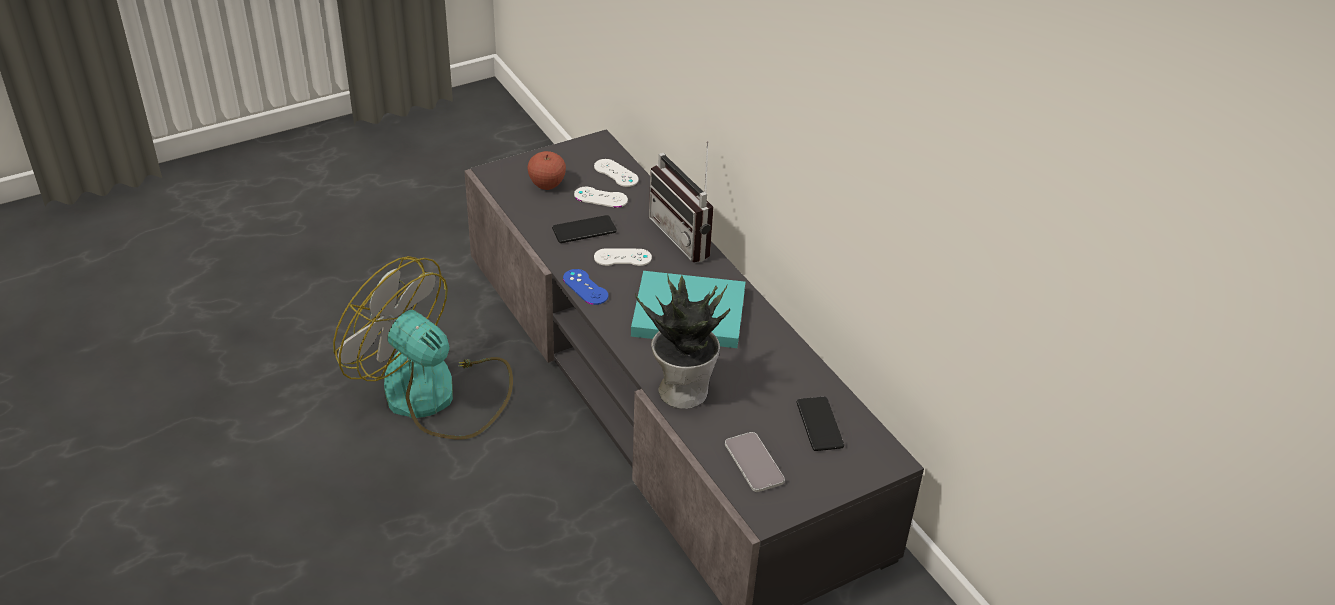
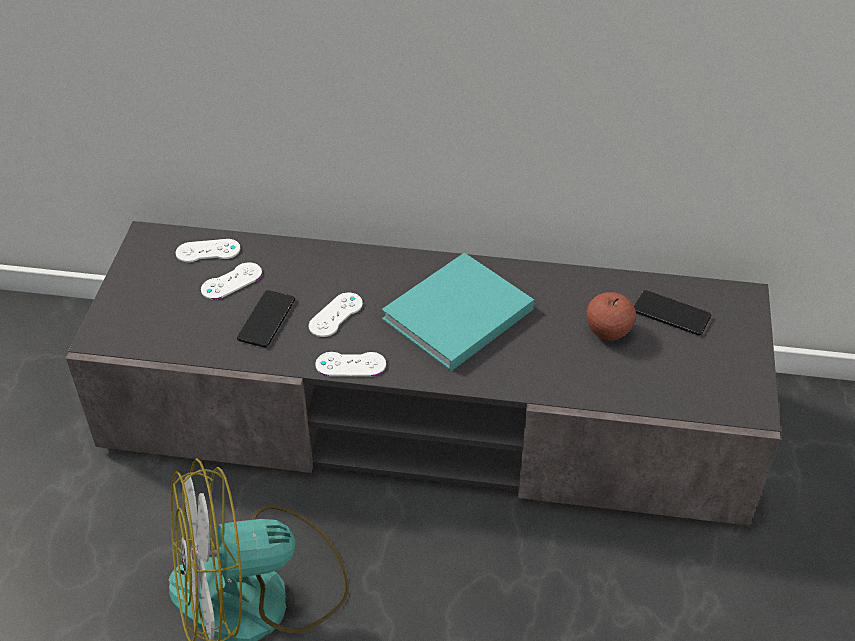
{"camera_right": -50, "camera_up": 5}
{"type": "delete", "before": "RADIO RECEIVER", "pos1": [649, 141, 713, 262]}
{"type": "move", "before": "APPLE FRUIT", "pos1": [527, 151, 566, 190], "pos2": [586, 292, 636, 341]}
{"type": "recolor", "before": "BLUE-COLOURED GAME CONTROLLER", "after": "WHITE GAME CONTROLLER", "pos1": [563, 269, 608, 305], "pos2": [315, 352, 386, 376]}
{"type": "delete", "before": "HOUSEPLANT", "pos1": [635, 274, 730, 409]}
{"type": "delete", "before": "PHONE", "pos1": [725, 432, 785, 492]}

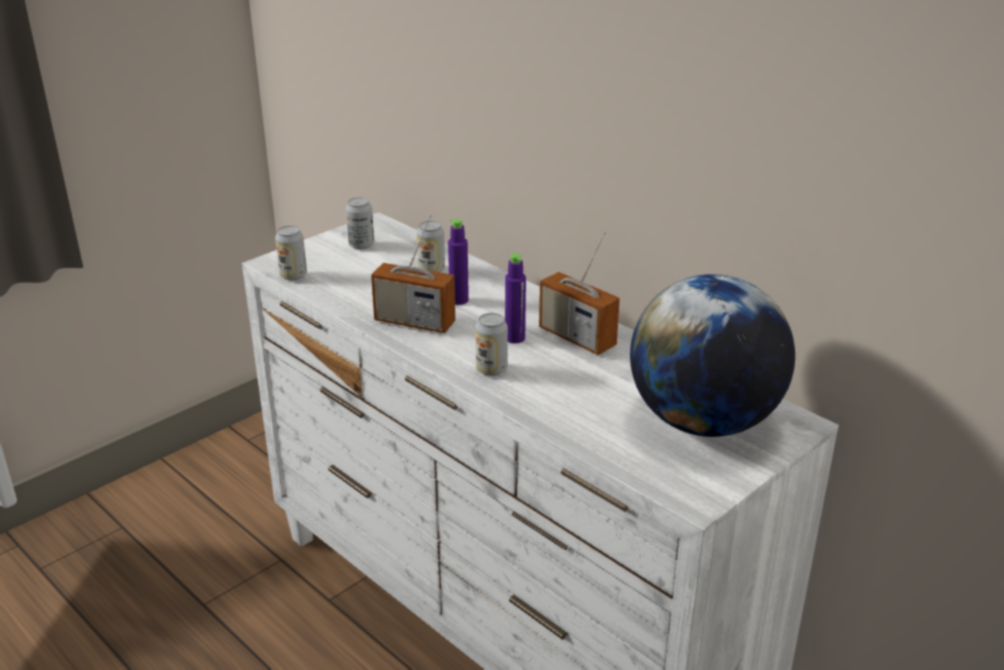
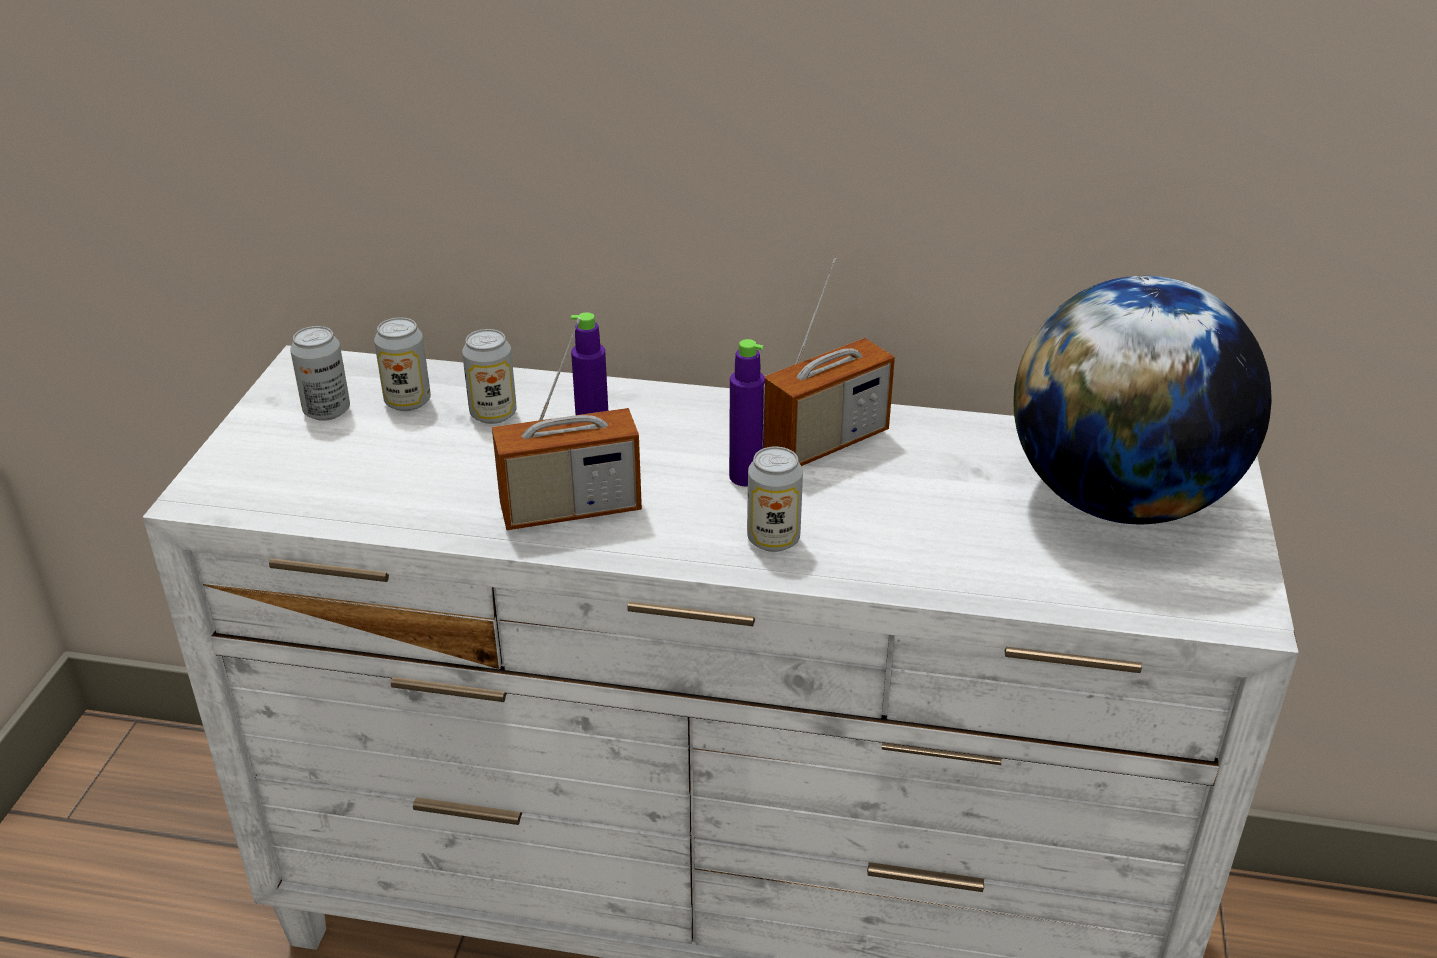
{"camera_right": -35, "camera_up": 5}
{"type": "move", "before": "CAN", "pos1": [275, 225, 307, 280], "pos2": [374, 317, 431, 411]}
{"type": "rotate", "before": "RADIO RECEIVER", "pos1": [539, 232, 620, 355], "pos2": [764, 258, 895, 466], "turn": -45}

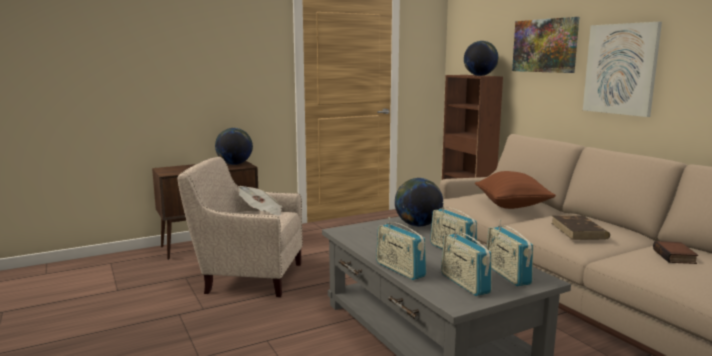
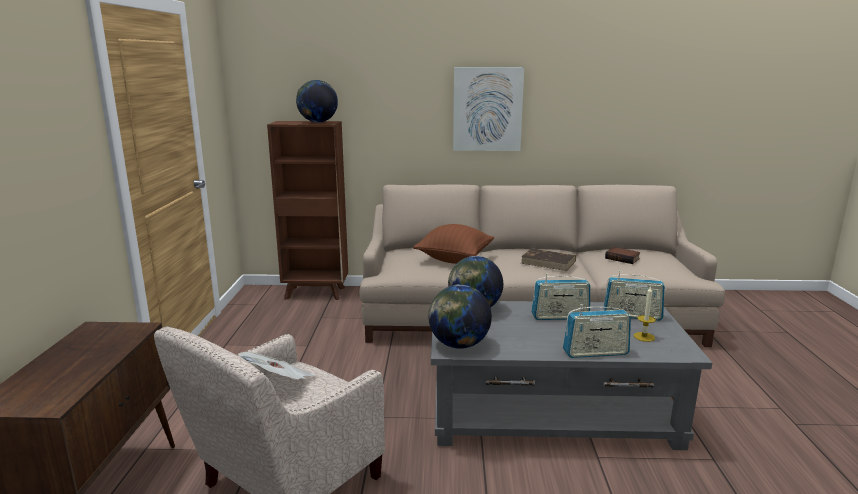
{"camera_right": -60, "camera_up": 5}
{"type": "delete", "before": "WALL PICTURE", "pos1": [512, 17, 579, 73]}
{"type": "move", "before": "DESK GLOBE", "pos1": [215, 128, 253, 165], "pos2": [428, 285, 492, 349]}
{"type": "replace", "before": "RADIO RECEIVER", "after": "WAX CANDLE", "pos1": [441, 226, 492, 296], "pos2": [634, 286, 656, 342]}

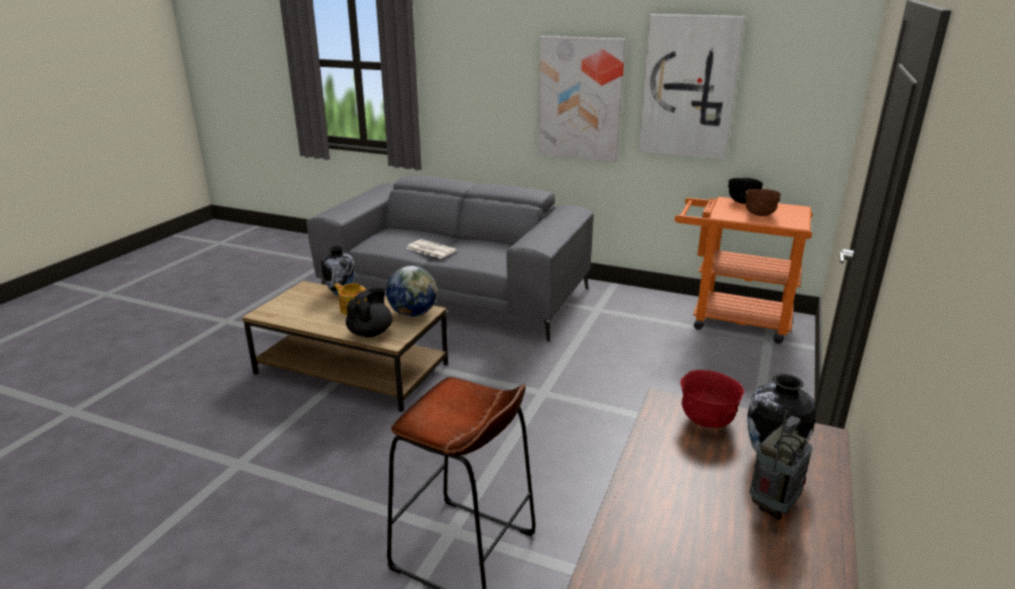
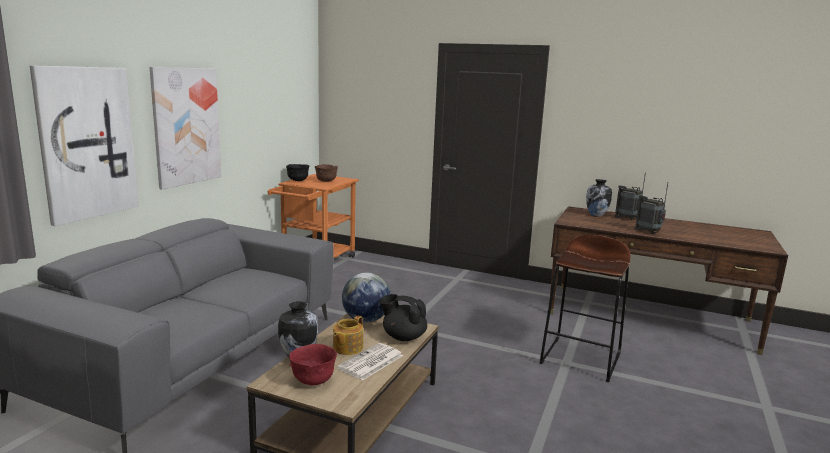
{"camera_right": -90, "camera_up": -10}
{"type": "move", "before": "WALL PICTURE", "pos1": [639, 14, 745, 160], "pos2": [30, 65, 139, 226]}
{"type": "move", "before": "DAILY PAPER", "pos1": [406, 239, 457, 259], "pos2": [337, 343, 403, 380]}
{"type": "move", "before": "RED-COLOURED BOWL", "pos1": [680, 370, 744, 428], "pos2": [289, 344, 337, 385]}
{"type": "insert", "after": "RADIO RECEIVER", "pos2": [634, 183, 668, 234]}

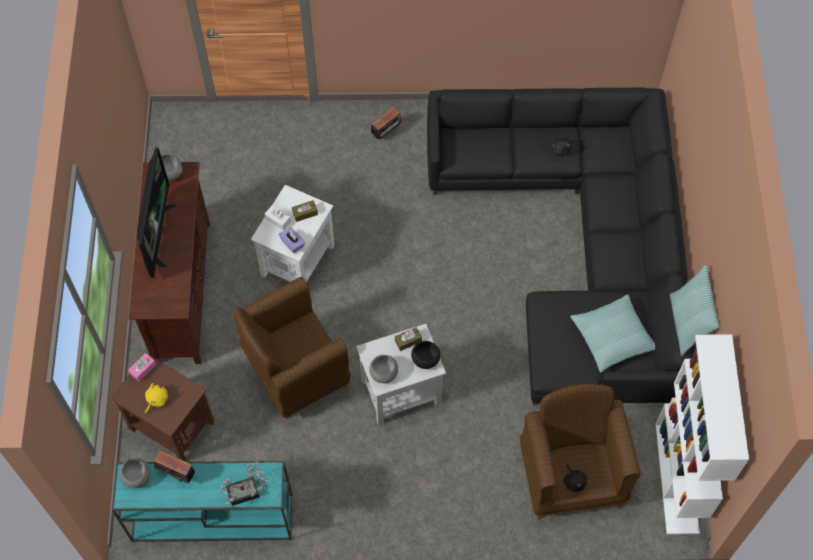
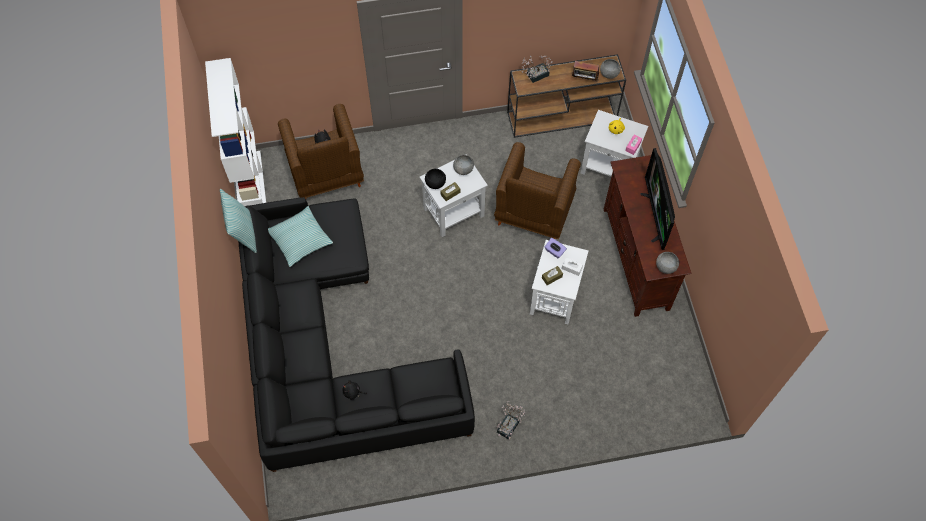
{"camera_right": 170, "camera_up": 0}
{"type": "replace", "before": "RADIO RECEIVER", "after": "HOUSEPLANT", "pos1": [371, 106, 401, 139], "pos2": [497, 401, 525, 439]}
{"type": "rotate", "before": "BROWN ARMCHAIR", "pos1": [234, 277, 351, 419], "pos2": [494, 142, 581, 239], "turn": 150}
{"type": "recolor", "before": "BROWN SIDE TABLE", "after": "WHITE SIDE TABLE", "pos1": [110, 353, 214, 461], "pos2": [581, 110, 648, 177]}
{"type": "recolor", "before": "BLUE-GREEN NARROW TABLE", "after": "BROWN NARROW TABLE", "pos1": [112, 461, 292, 542], "pos2": [507, 54, 626, 138]}

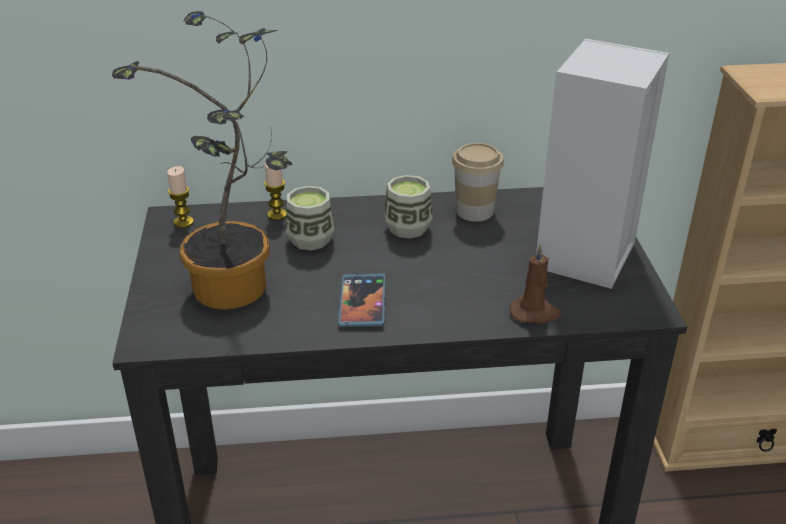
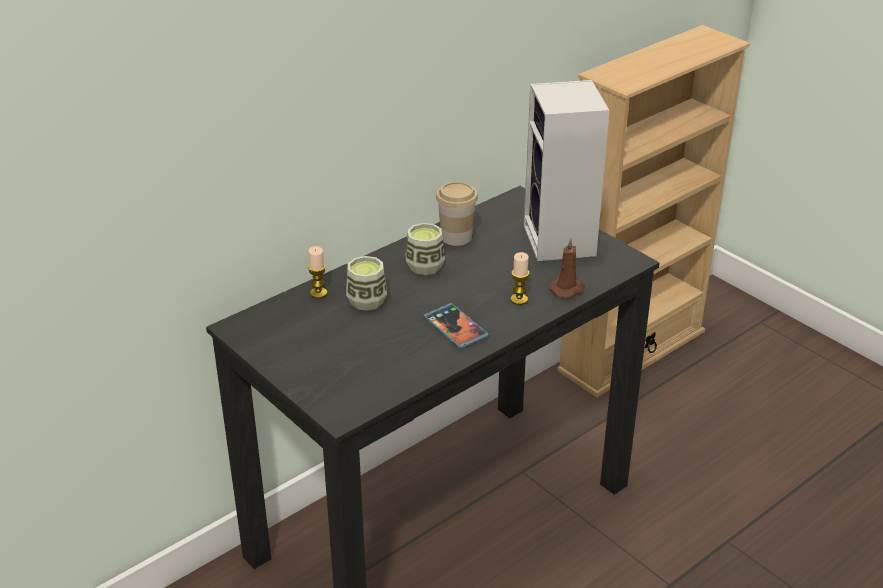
{"camera_right": -35, "camera_up": 0}
{"type": "delete", "before": "HOUSEPLANT", "pos1": [112, 11, 293, 310]}
{"type": "move", "before": "WAX CANDLE", "pos1": [167, 166, 194, 228], "pos2": [511, 252, 530, 305]}

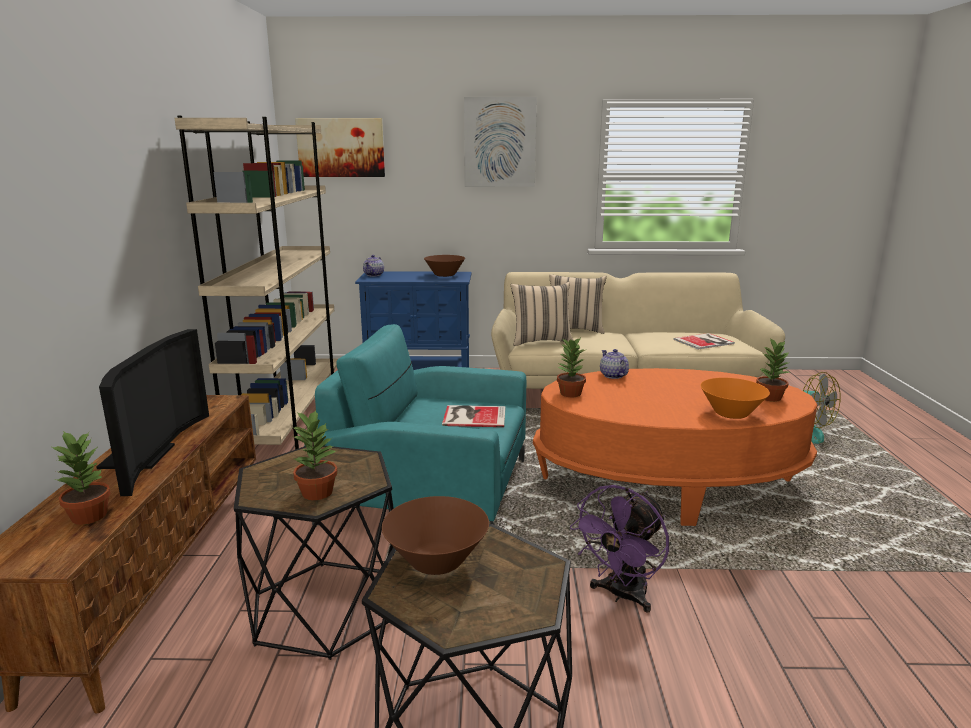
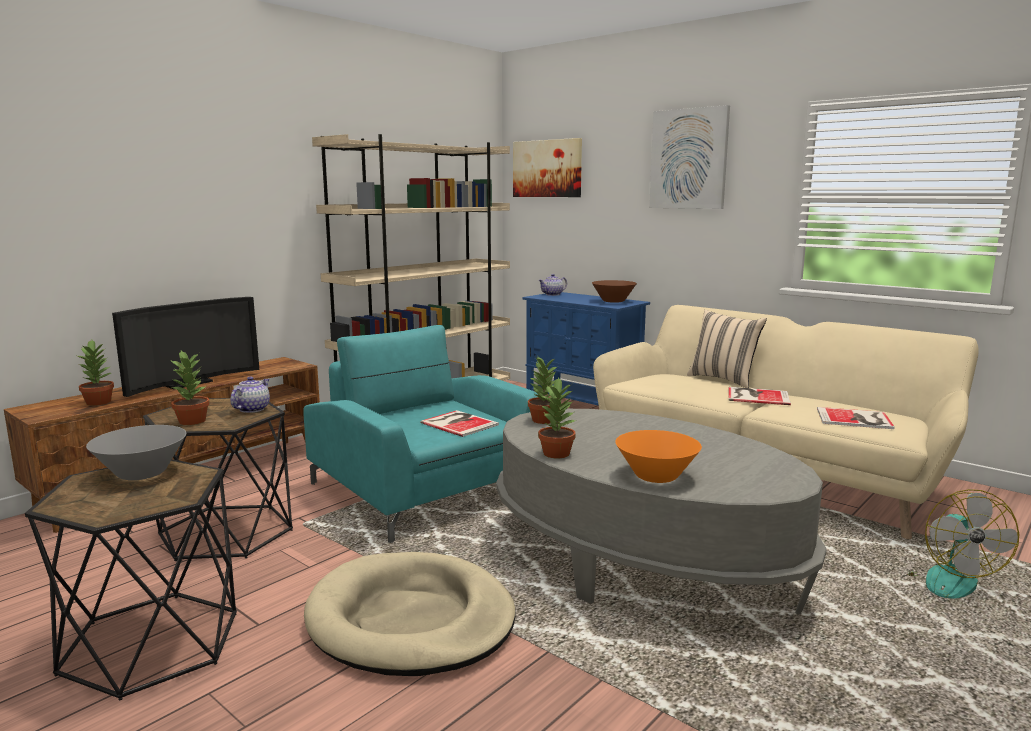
{"camera_right": 40, "camera_up": -5}
{"type": "delete", "before": "BEIGE-COLOURED THROW PILLOW", "pos1": [511, 282, 574, 346]}
{"type": "move", "before": "HOUSEPLANT", "pos1": [756, 338, 790, 402], "pos2": [538, 377, 576, 458]}
{"type": "move", "before": "TEA POT", "pos1": [600, 349, 629, 379], "pos2": [230, 377, 270, 413]}
{"type": "recolor", "before": "ORANGEY LOUNGE TABLE", "after": "GRAY LOUNGE TABLE", "pos1": [533, 368, 817, 526], "pos2": [496, 409, 827, 615]}
{"type": "replace", "before": "PURPLE-COLOURED ELECTRIC FAN", "after": "BEIGE-COLOURED PET BED", "pos1": [570, 485, 669, 613], "pos2": [304, 552, 516, 676]}
{"type": "recolor", "before": "BROWN BOWL", "after": "GRAY BOWL", "pos1": [382, 496, 489, 575], "pos2": [86, 425, 186, 480]}
{"type": "insert", "after": "VOLUME", "pos2": [728, 387, 791, 405]}

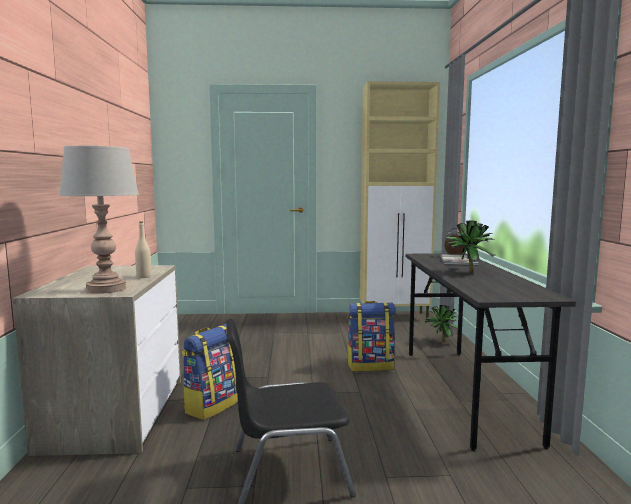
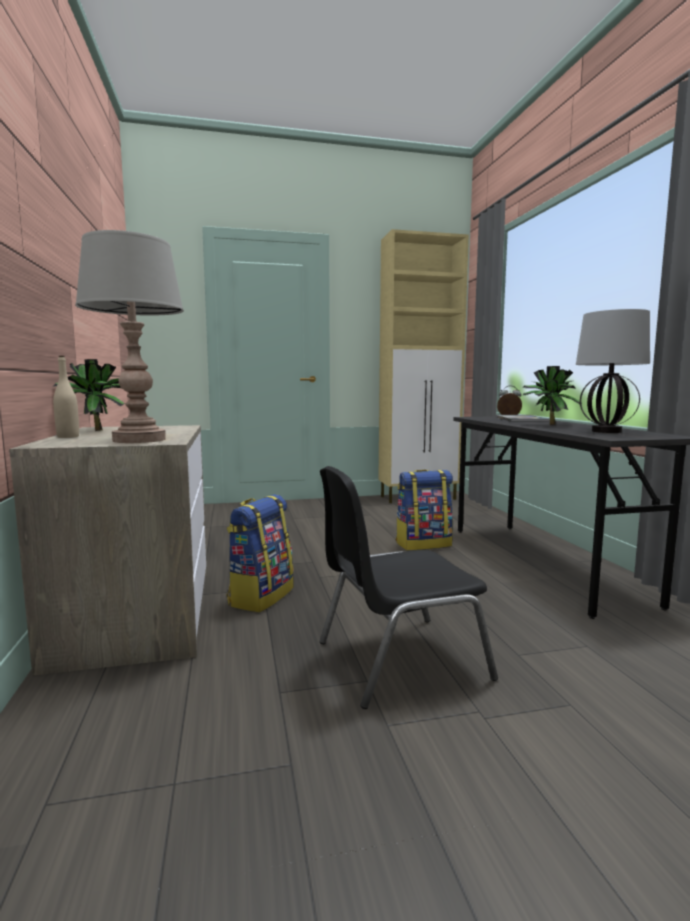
{"camera_right": -10, "camera_up": 0}
{"type": "move", "before": "BEIGE-COLOURED BEVERAGE BOTTLE", "pos1": [135, 222, 151, 278], "pos2": [53, 356, 79, 438]}
{"type": "move", "before": "HOUSEPLANT", "pos1": [425, 305, 458, 342], "pos2": [53, 359, 125, 431]}
{"type": "insert", "after": "TABLETOP LAMP", "pos2": [576, 309, 650, 433]}

